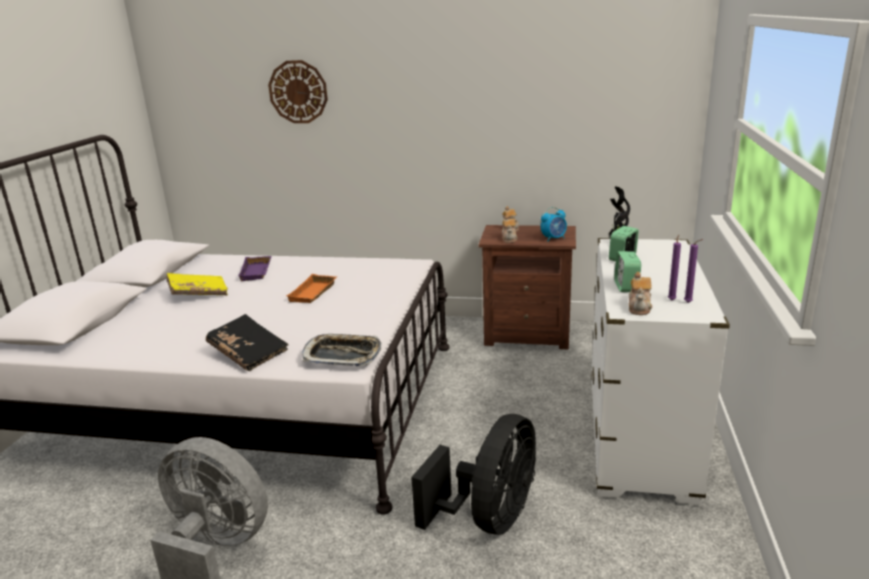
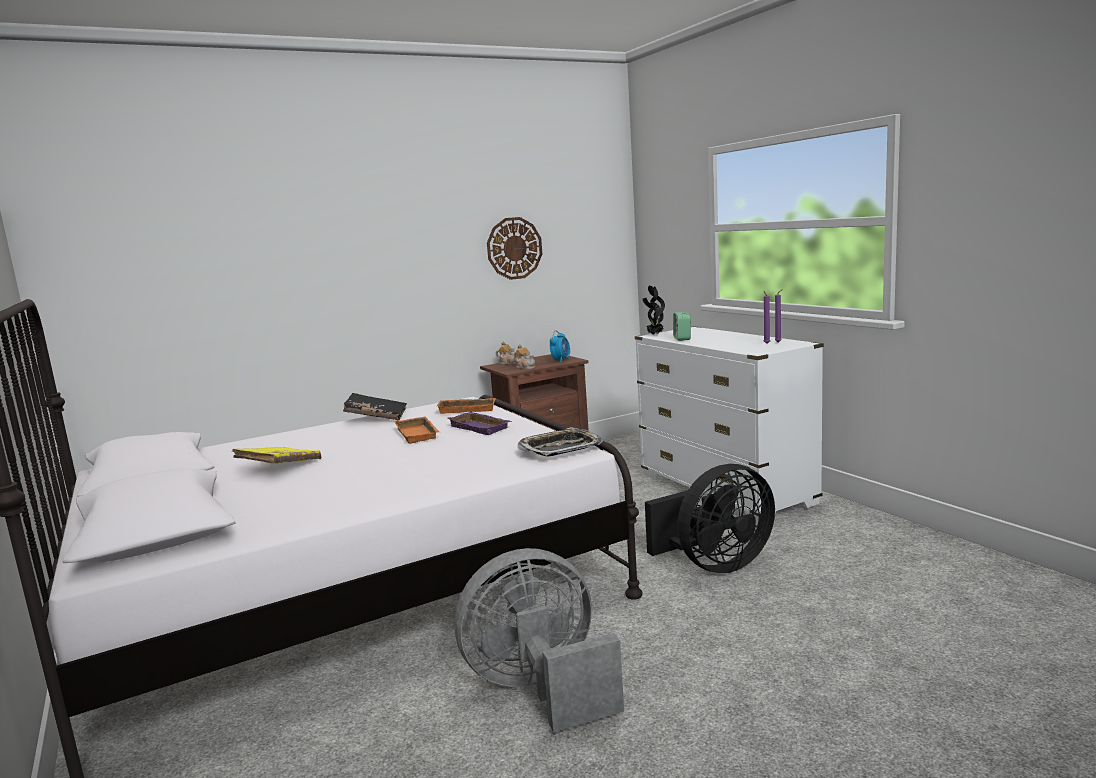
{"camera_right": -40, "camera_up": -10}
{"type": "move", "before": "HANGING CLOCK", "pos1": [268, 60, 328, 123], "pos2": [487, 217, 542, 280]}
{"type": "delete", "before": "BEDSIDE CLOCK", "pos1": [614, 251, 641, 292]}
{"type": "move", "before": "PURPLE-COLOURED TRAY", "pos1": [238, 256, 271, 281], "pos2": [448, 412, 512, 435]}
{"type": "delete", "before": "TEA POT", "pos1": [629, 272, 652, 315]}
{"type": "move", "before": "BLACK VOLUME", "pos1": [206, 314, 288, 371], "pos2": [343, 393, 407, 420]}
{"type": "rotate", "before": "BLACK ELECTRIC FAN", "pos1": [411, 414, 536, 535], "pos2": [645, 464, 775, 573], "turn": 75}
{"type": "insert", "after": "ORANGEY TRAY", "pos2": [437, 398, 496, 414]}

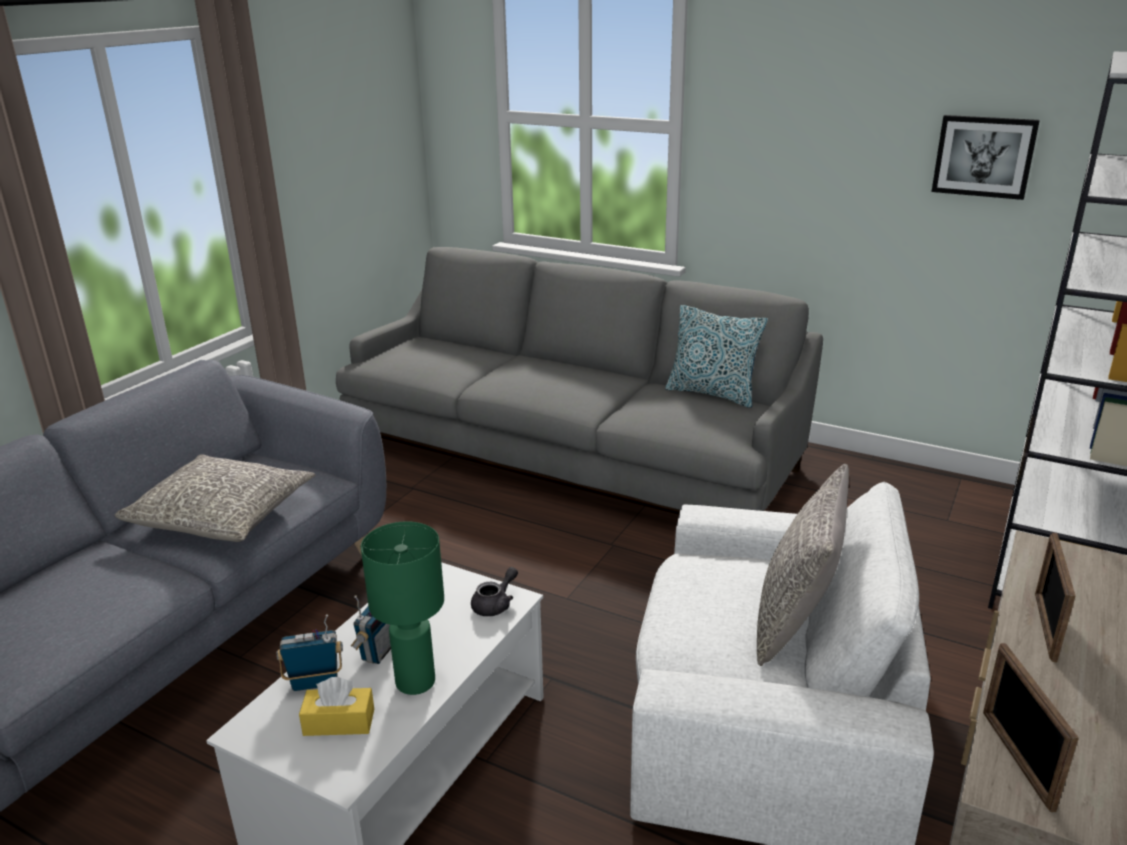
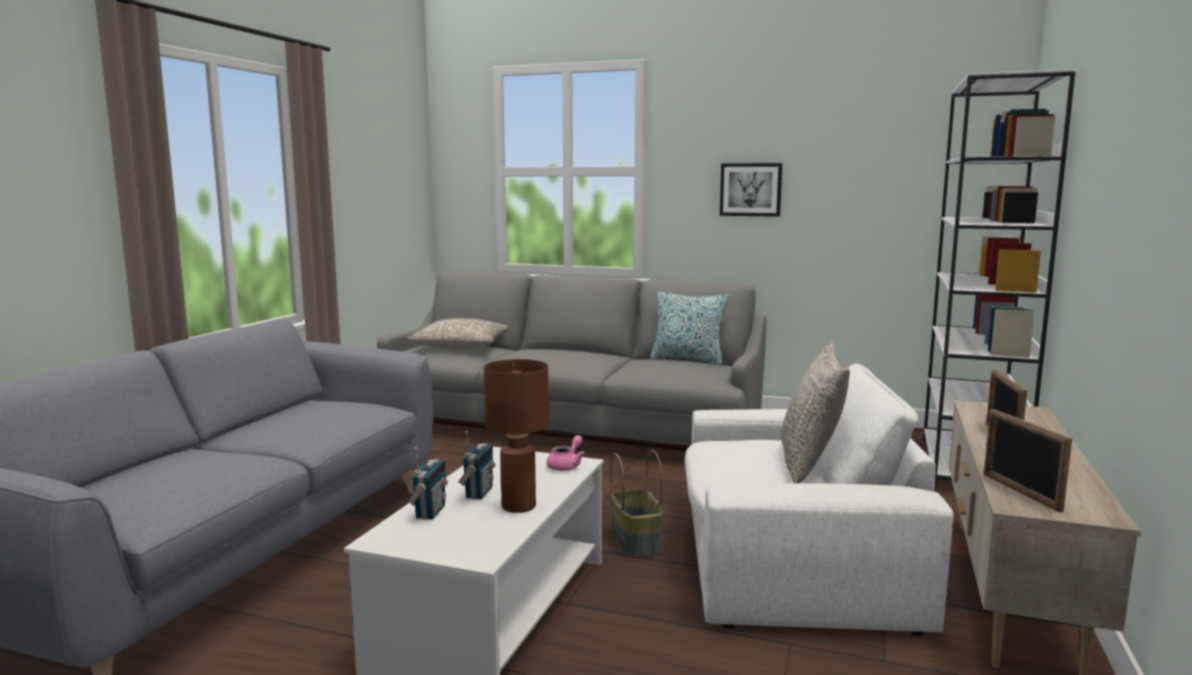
{"camera_right": -10, "camera_up": -15}
{"type": "move", "before": "WALL PICTURE", "pos1": [932, 115, 1040, 200], "pos2": [720, 163, 782, 217]}
{"type": "move", "before": "GRAY THROW PILLOW", "pos1": [115, 454, 315, 542], "pos2": [407, 318, 509, 349]}
{"type": "recolor", "before": "GREEN-COLOURED TABLETOP LAMP", "after": "BROWN TABLETOP LAMP", "pos1": [361, 521, 444, 695], "pos2": [484, 359, 549, 513]}
{"type": "recolor", "before": "GRAY TEA POT", "after": "PINK-COLOURED TEA POT", "pos1": [471, 567, 518, 617], "pos2": [547, 435, 585, 471]}
{"type": "rotate", "before": "RADIO RECEIVER", "pos1": [277, 614, 343, 691], "pos2": [407, 447, 448, 520], "turn": 120}
{"type": "delete", "before": "YELLOWISH TISSUE BOX", "pos1": [299, 677, 374, 736]}
{"type": "insert", "after": "HOUSEHOLD BASKET", "pos2": [610, 450, 663, 557]}

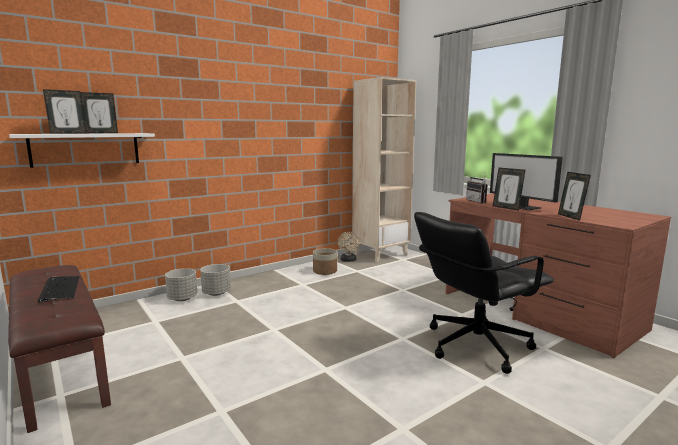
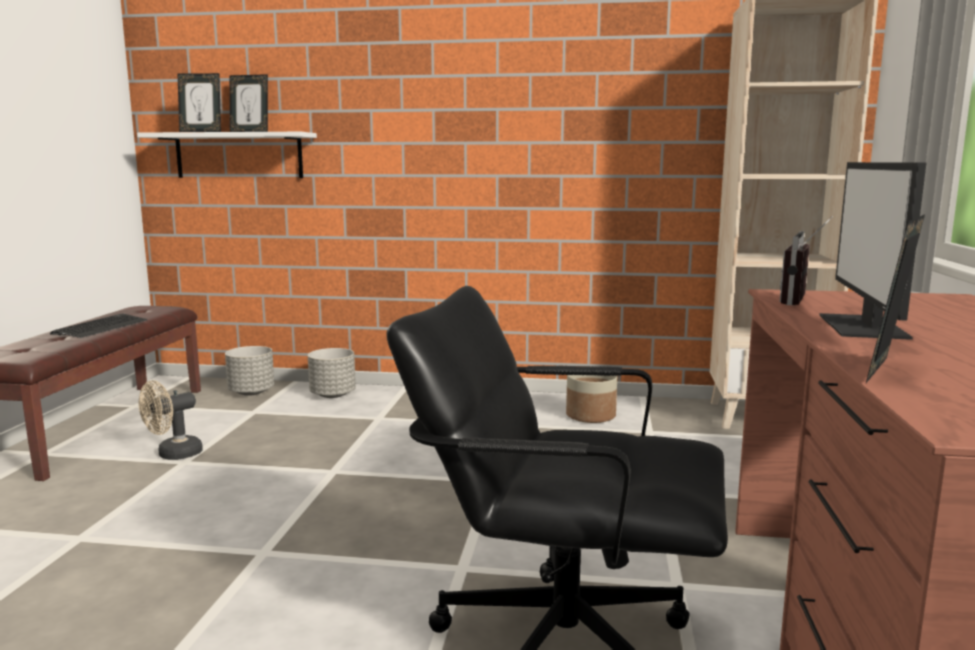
{"camera_right": 45, "camera_up": 0}
{"type": "delete", "before": "STANDING FRAME", "pos1": [493, 167, 525, 211]}
{"type": "move", "before": "BEIGE-COLOURED ELECTRIC FAN", "pos1": [338, 232, 359, 262], "pos2": [139, 380, 203, 460]}
{"type": "move", "before": "GRAY PLANT POT", "pos1": [200, 264, 231, 296], "pos2": [225, 346, 274, 396]}

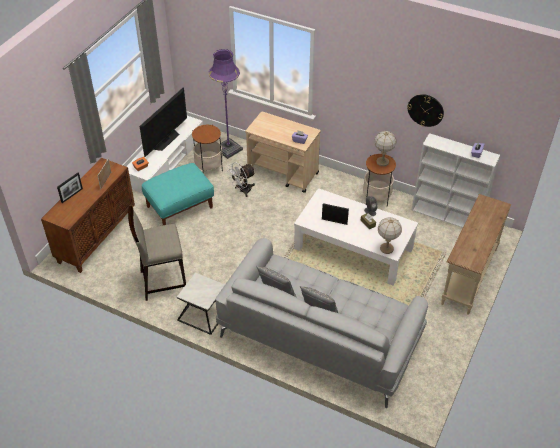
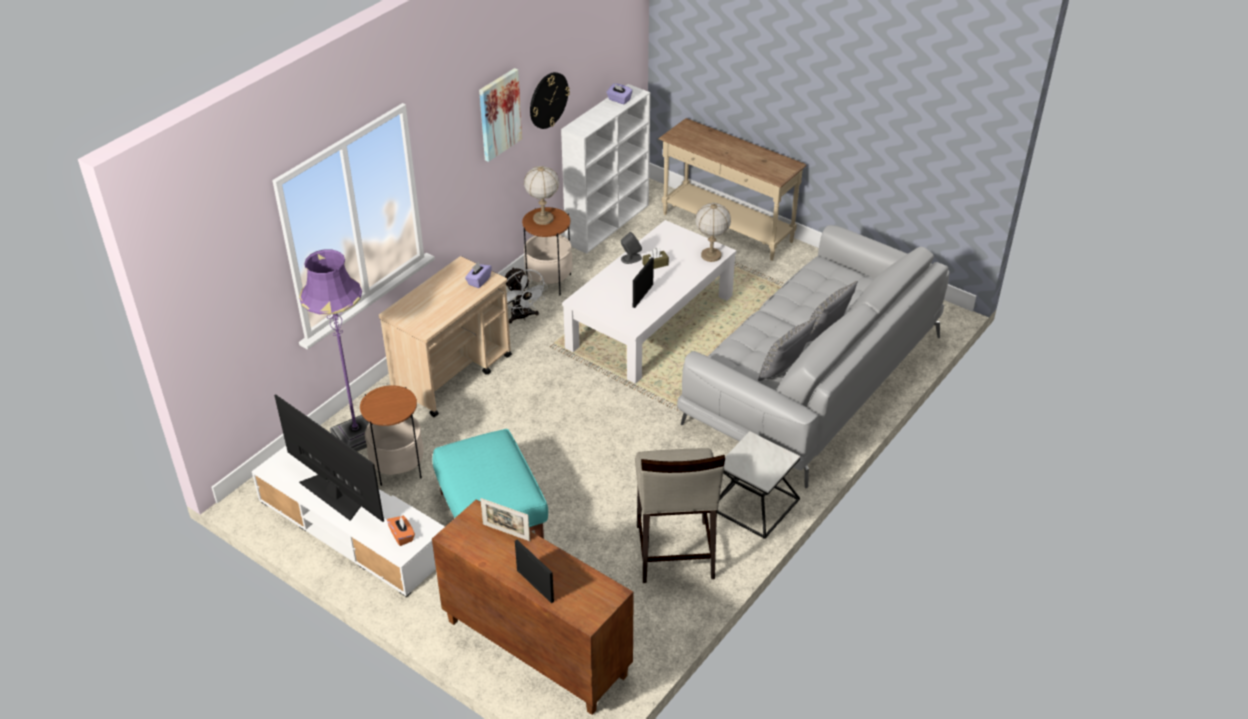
{"camera_right": -80, "camera_up": -5}
{"type": "move", "before": "WHITE ELECTRIC FAN", "pos1": [227, 162, 255, 197], "pos2": [505, 267, 548, 324]}
{"type": "insert", "after": "WALL PICTURE", "pos2": [479, 68, 522, 162]}

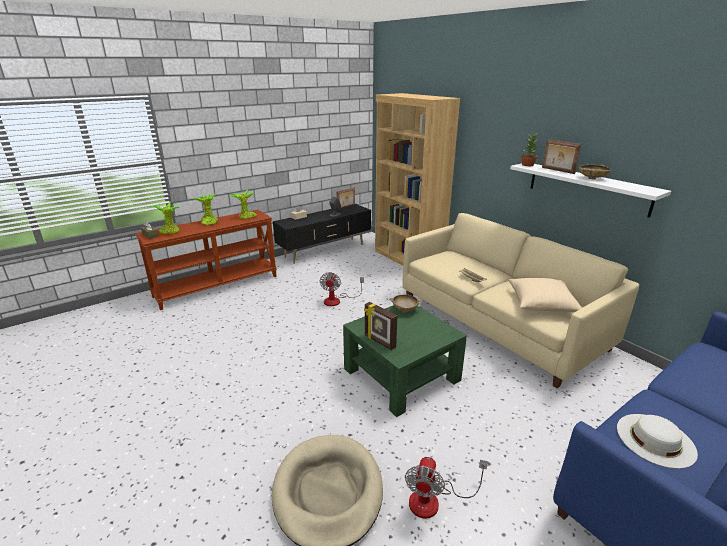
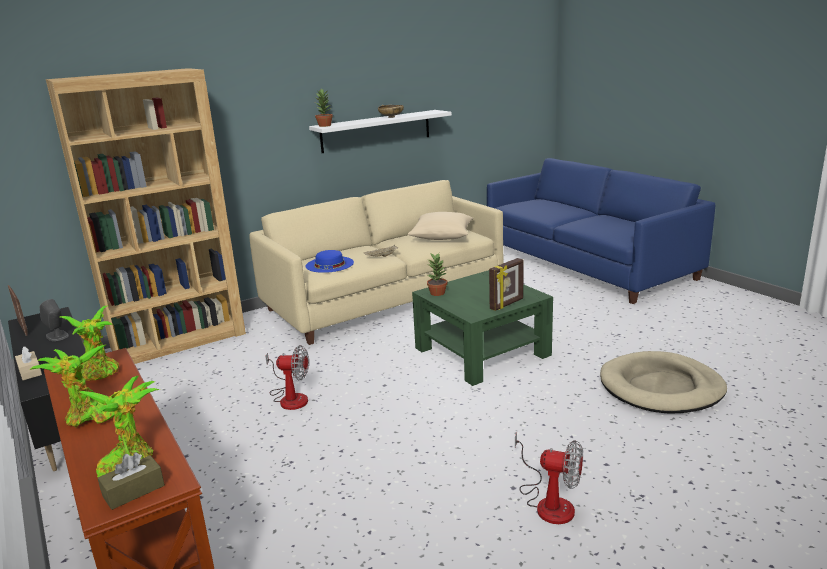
{"camera_right": -85, "camera_up": -5}
{"type": "delete", "before": "STANDING FRAME", "pos1": [542, 139, 581, 174]}
{"type": "replace", "before": "BEIGE-COLOURED BOWL", "after": "HOUSEPLANT", "pos1": [389, 295, 422, 312], "pos2": [427, 253, 447, 296]}
{"type": "delete", "before": "WHITE WEARABLE HAT", "pos1": [617, 414, 698, 469]}
{"type": "move", "before": "ELECTRIC FAN", "pos1": [405, 457, 488, 519], "pos2": [515, 433, 583, 524]}
{"type": "insert", "after": "BLUE-COLOURED WEARABLE HAT", "pos2": [305, 250, 354, 273]}

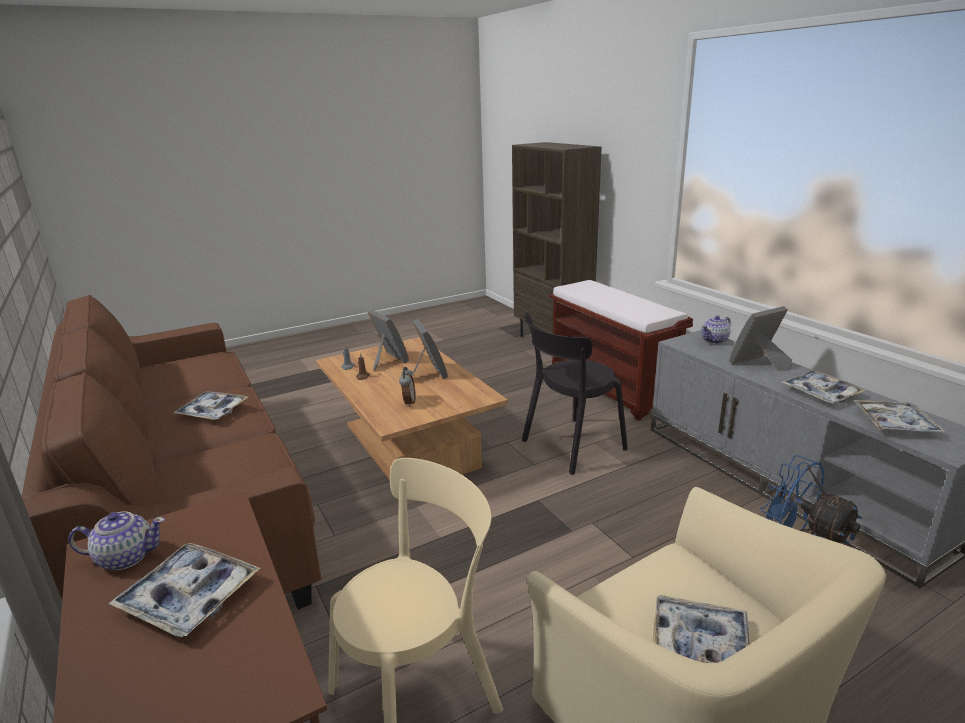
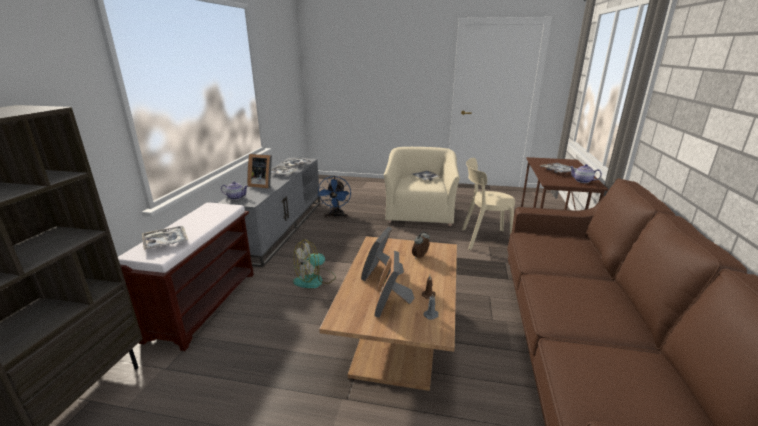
{"camera_right": -140, "camera_up": 0}
{"type": "replace", "before": "BLACK CHAIR", "after": "ELECTRIC FAN", "pos1": [522, 313, 628, 475], "pos2": [293, 240, 336, 288]}
{"type": "move", "before": "TRAY", "pos1": [174, 392, 248, 420], "pos2": [142, 226, 188, 250]}

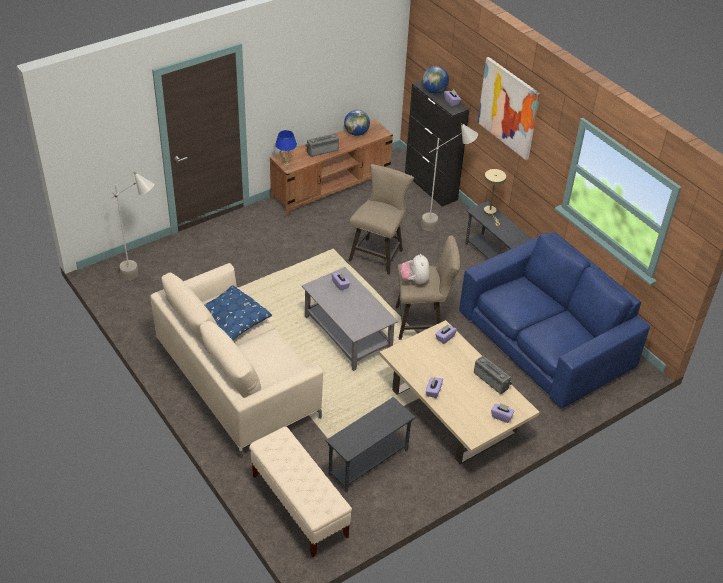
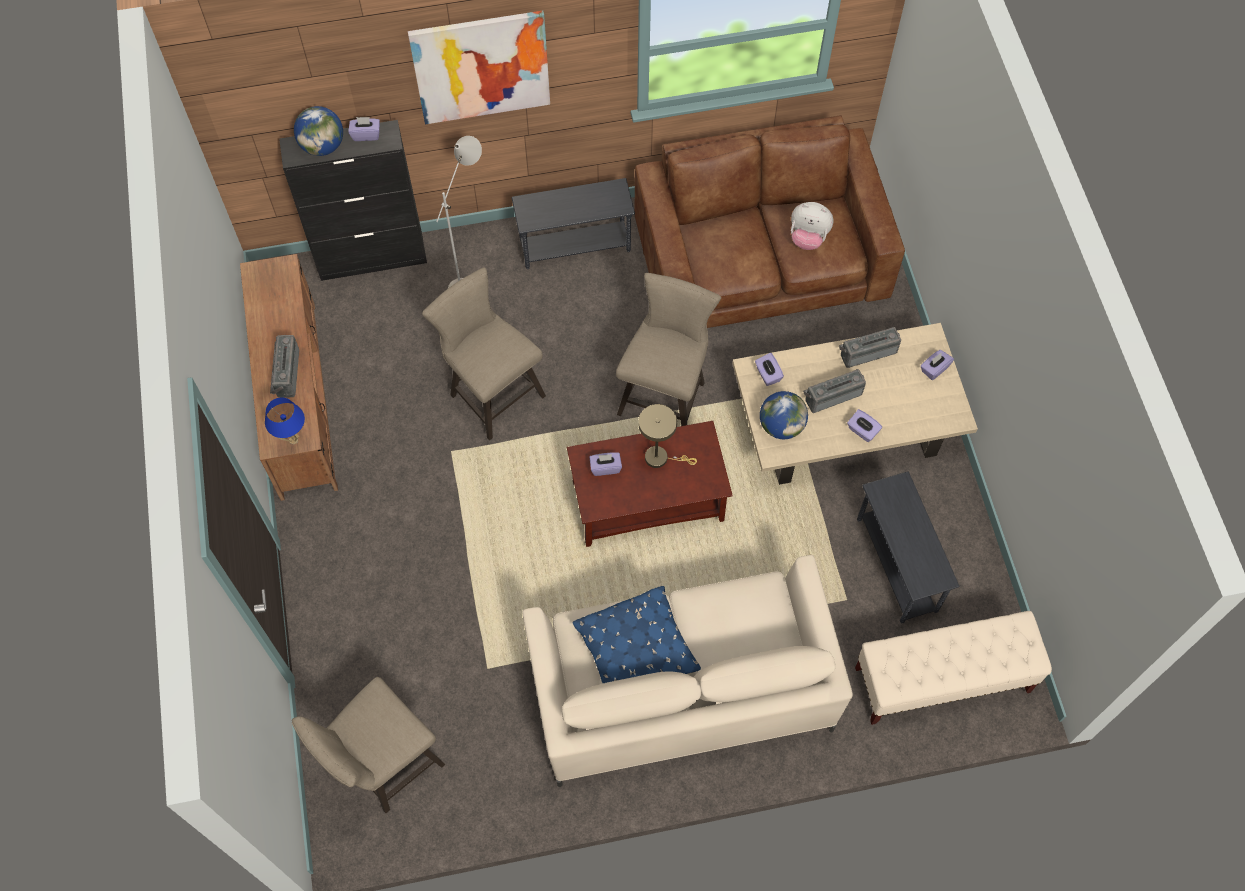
{"camera_right": -65, "camera_up": 20}
{"type": "move", "before": "DESK GLOBE", "pos1": [344, 110, 370, 136], "pos2": [760, 391, 808, 439]}
{"type": "move", "before": "BEIGE-COLOURED TABLETOP LAMP", "pos1": [484, 169, 506, 226], "pos2": [639, 404, 697, 468]}
{"type": "replace", "before": "GRAY STANDARD LAMP", "after": "BEIGE-COLOURED STOOL SEAT", "pos1": [111, 172, 154, 280], "pos2": [292, 677, 445, 813]}
{"type": "recolor", "before": "BLUE-COLOURED SOFA", "after": "BROWN SOFA", "pos1": [459, 232, 650, 409], "pos2": [635, 115, 905, 328]}
{"type": "move", "before": "CUDDLY TOY", "pos1": [400, 254, 430, 284], "pos2": [791, 202, 834, 250]}
{"type": "recolor", "before": "GRAY LOUNGE TABLE", "after": "BROWN LOUNGE TABLE", "pos1": [302, 267, 398, 371], "pos2": [567, 421, 733, 547]}
{"type": "insert", "after": "RADIO RECEIVER", "pos2": [803, 369, 866, 413]}

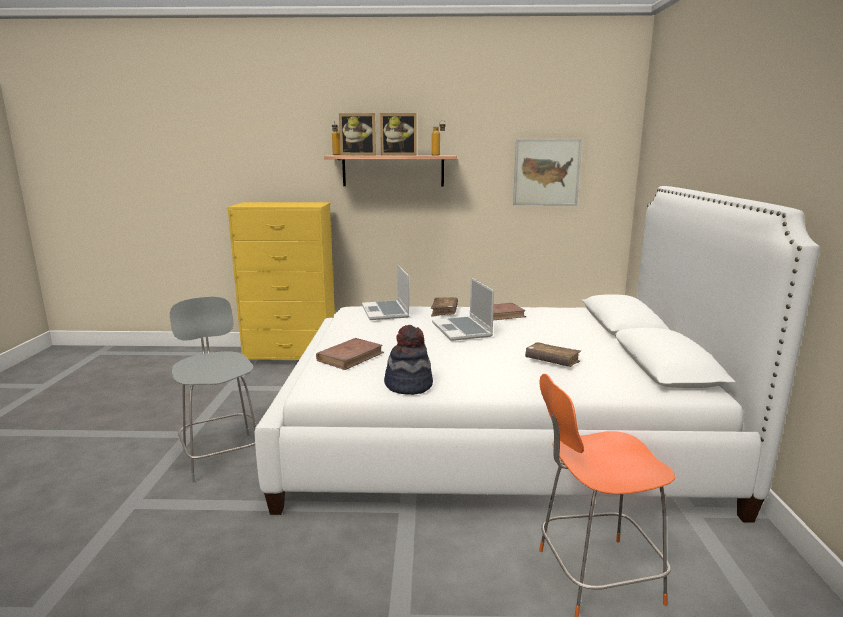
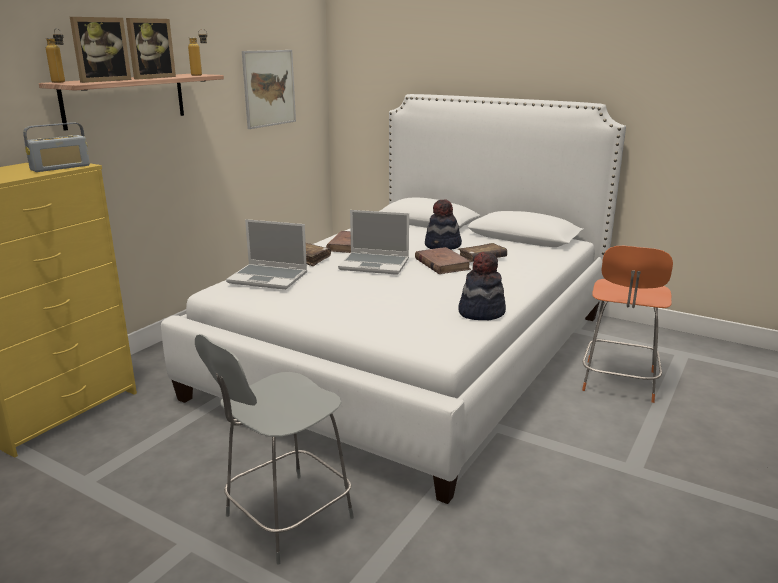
{"camera_right": -60, "camera_up": 5}
{"type": "rotate", "before": "GRAY CHAIR", "pos1": [170, 296, 257, 483], "pos2": [195, 334, 354, 564], "turn": -45}
{"type": "move", "before": "BROWN VOLUME", "pos1": [316, 338, 384, 370], "pos2": [415, 247, 471, 274]}
{"type": "insert", "after": "RADIO RECEIVER", "pos2": [23, 122, 90, 172]}
{"type": "insert", "after": "WEARABLE HAT", "pos2": [425, 199, 462, 250]}

